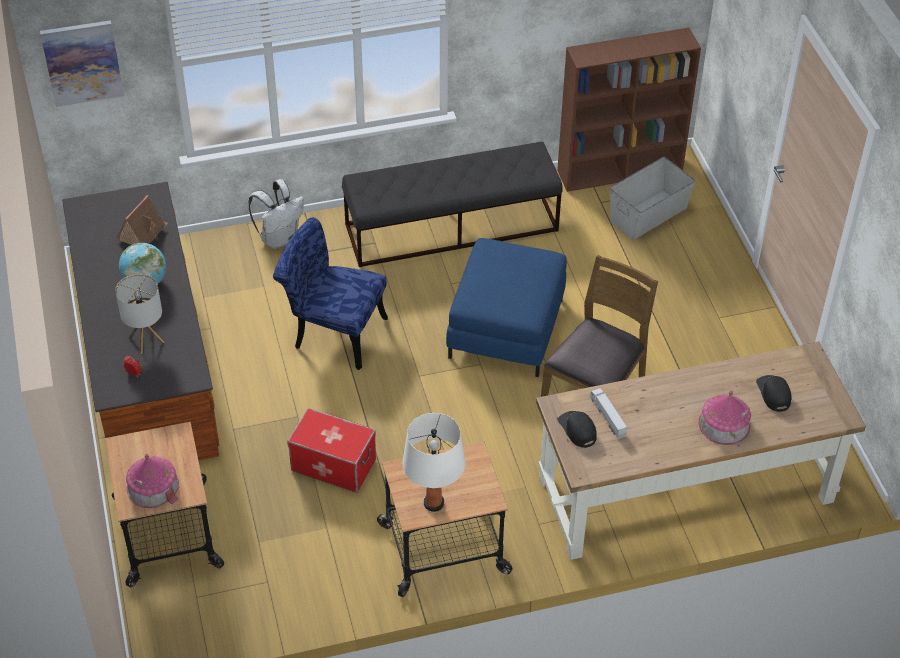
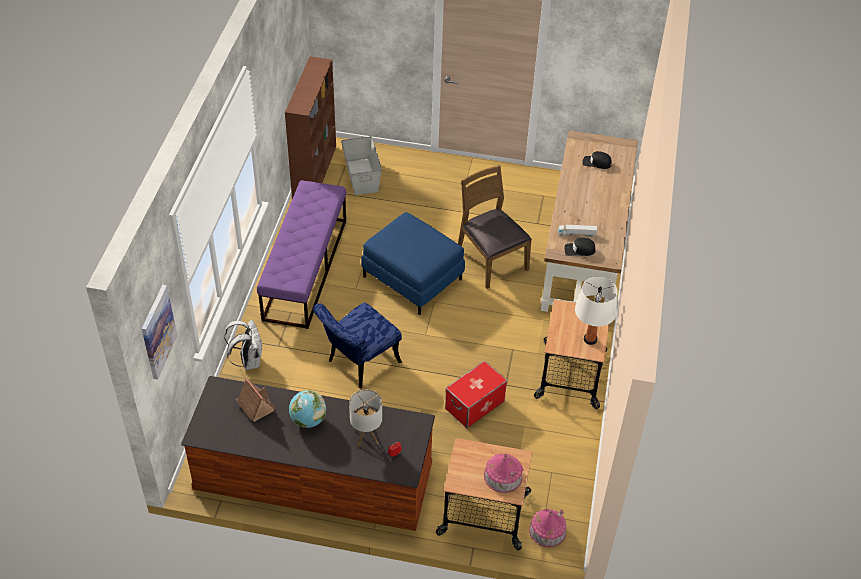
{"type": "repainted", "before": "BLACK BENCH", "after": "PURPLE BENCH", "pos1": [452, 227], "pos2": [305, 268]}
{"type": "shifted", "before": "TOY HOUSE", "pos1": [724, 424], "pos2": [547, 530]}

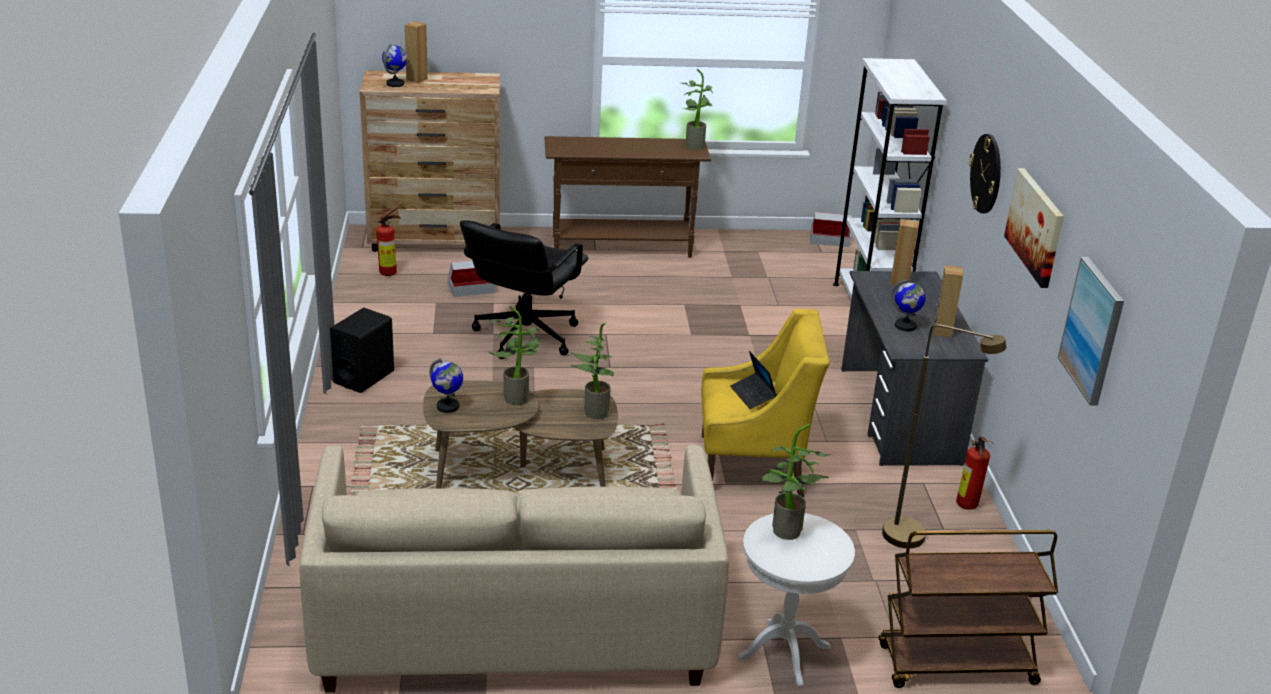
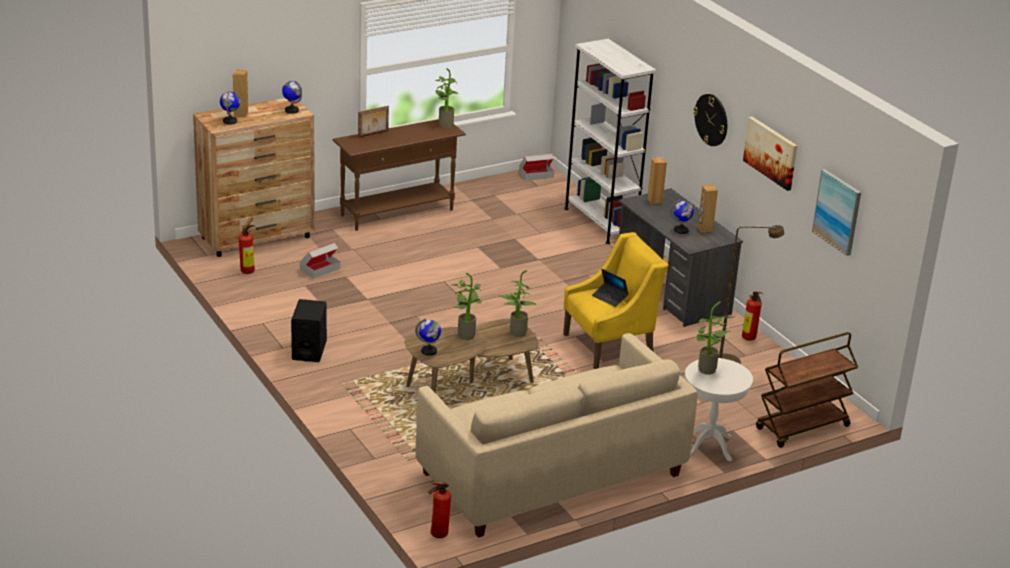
{"type": "gone", "before": "BLACK OFFICE CHAIR", "pos1": [524, 336]}
{"type": "new", "after": "GLOBE", "pos2": [292, 110]}
{"type": "new", "after": "PICTURE FRAME", "pos2": [373, 134]}
{"type": "new", "after": "FIRE EXTINGUISHER", "pos2": [437, 535]}

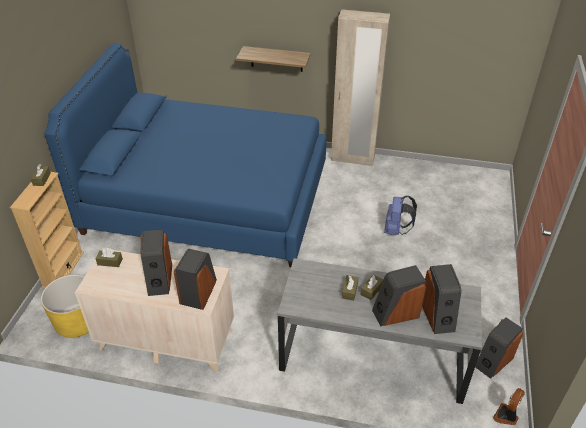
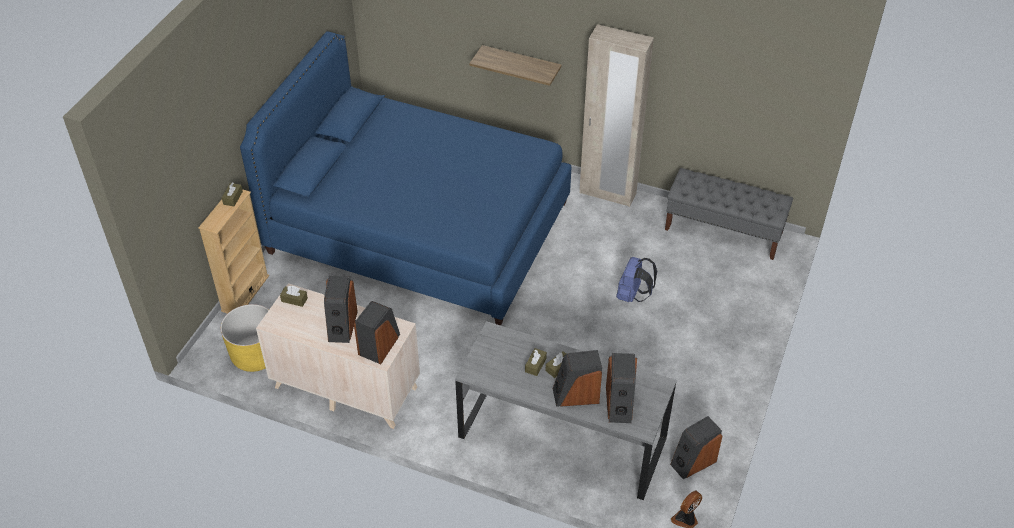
{"type": "new", "after": "GREY BENCH", "pos2": [724, 231]}

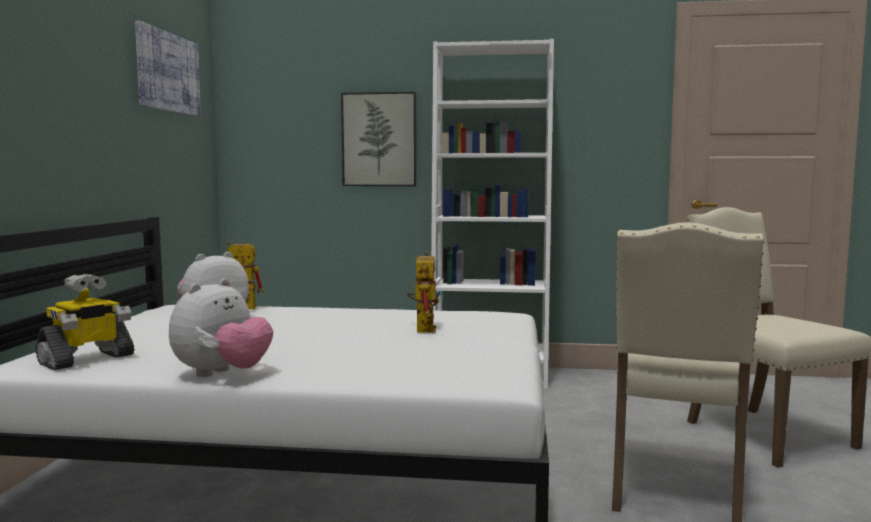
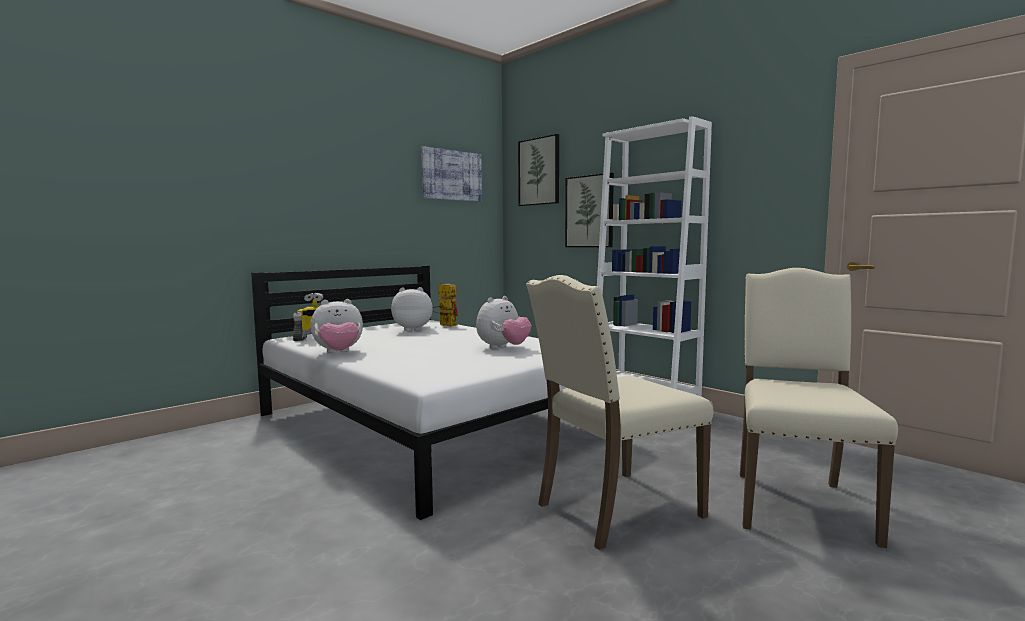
{"type": "swapped", "before": "TOY ROBOT", "after": "PLUSH TOY", "pos1": [423, 328], "pos2": [503, 348]}
{"type": "new", "after": "PICTURE", "pos2": [539, 171]}

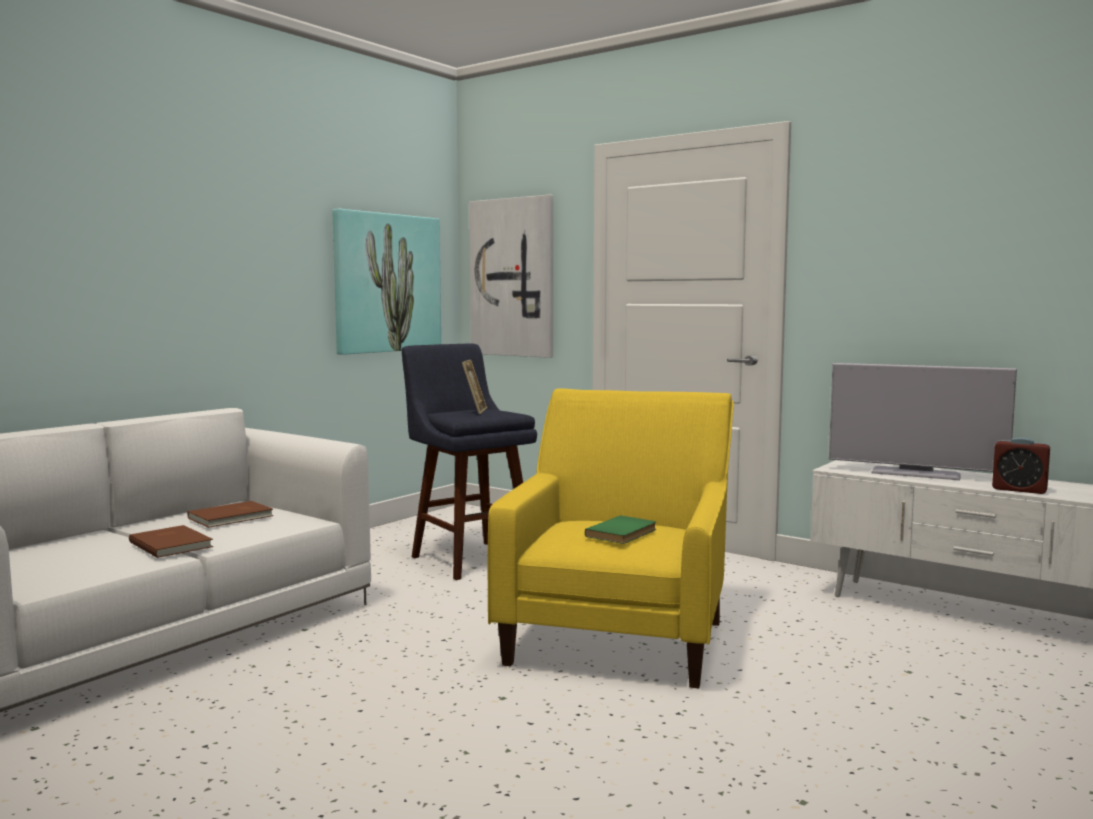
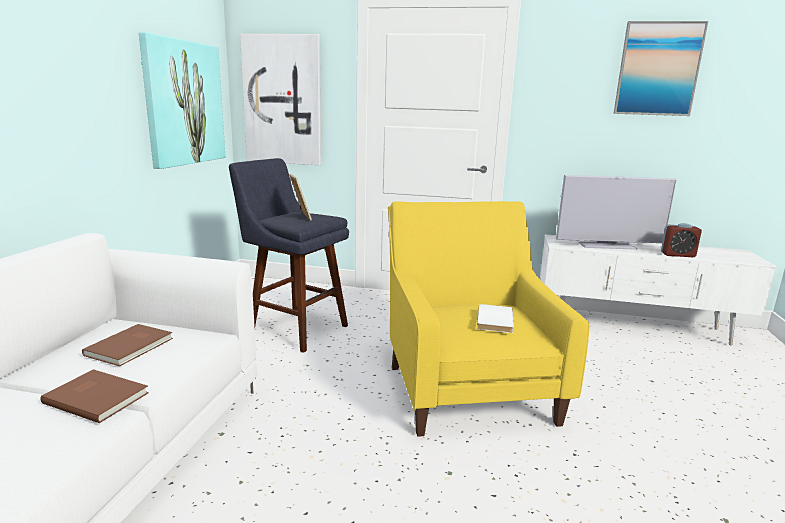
{"type": "repainted", "before": "GREEN BOOK", "after": "WHITE BOOK", "pos1": [623, 533], "pos2": [496, 321]}
{"type": "new", "after": "PICTURE", "pos2": [658, 69]}

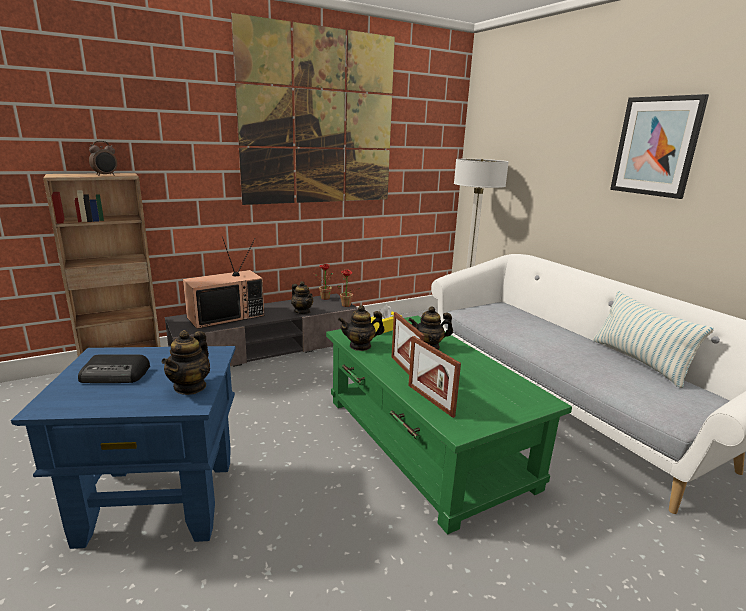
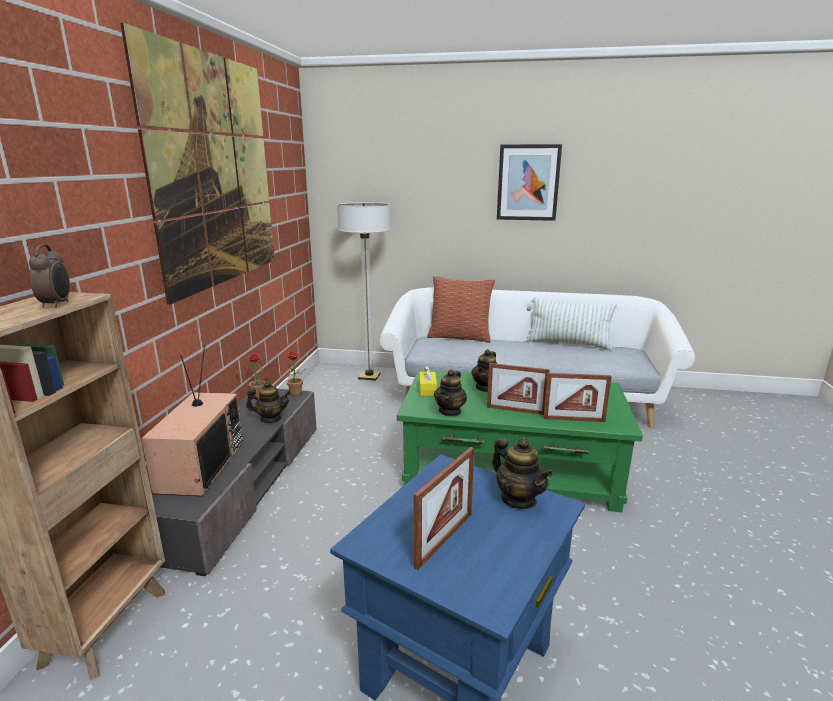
{"type": "swapped", "before": "RADIO", "after": "PICTURE FRAME", "pos1": [116, 375], "pos2": [444, 539]}
{"type": "new", "after": "PILLOW", "pos2": [460, 337]}

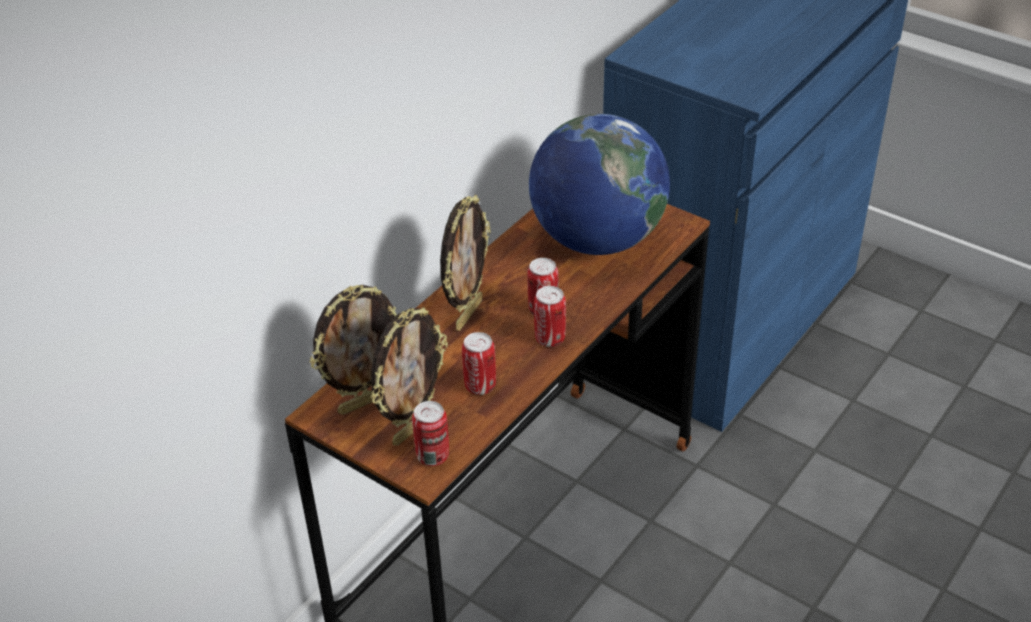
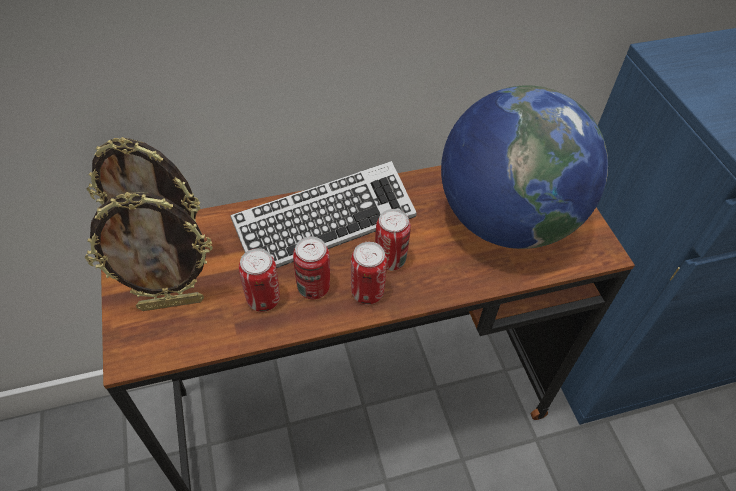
{"type": "swapped", "before": "PICTURE FRAME", "after": "KEYBOARD", "pos1": [467, 314], "pos2": [325, 223]}
{"type": "shifted", "before": "CAN", "pos1": [433, 456], "pos2": [313, 288]}

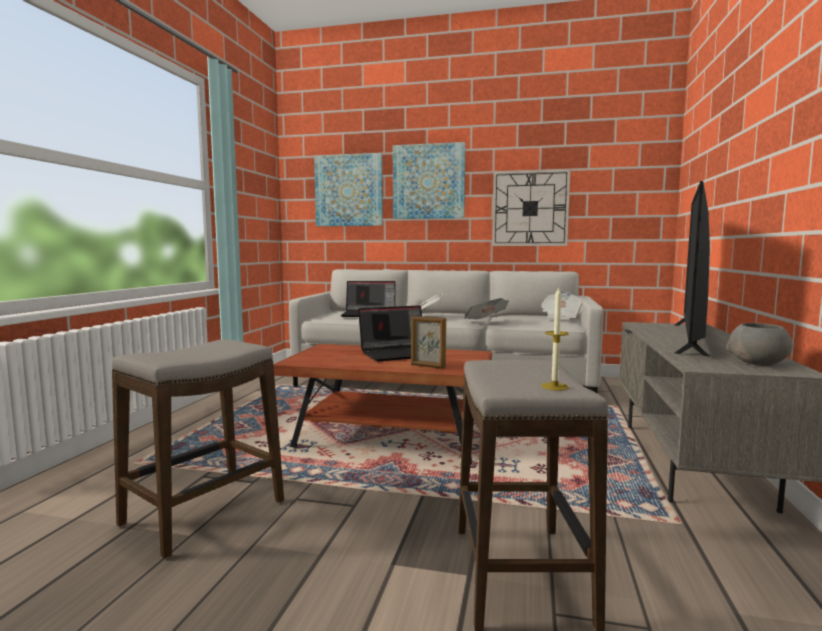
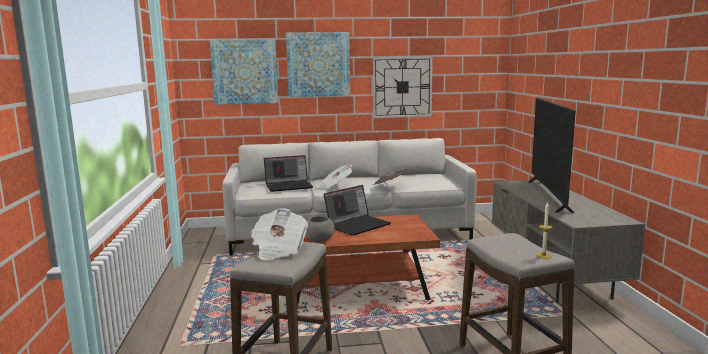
{"type": "shifted", "before": "NEWSPAPER", "pos1": [561, 318], "pos2": [278, 249]}
{"type": "gone", "before": "PICTURE FRAME", "pos1": [427, 366]}
{"type": "shifted", "before": "GREY BOWL", "pos1": [758, 363], "pos2": [319, 240]}

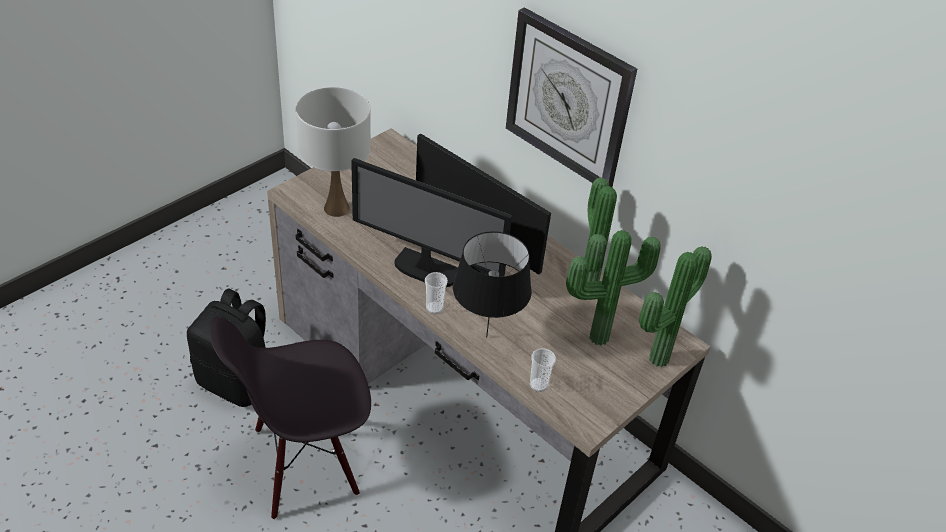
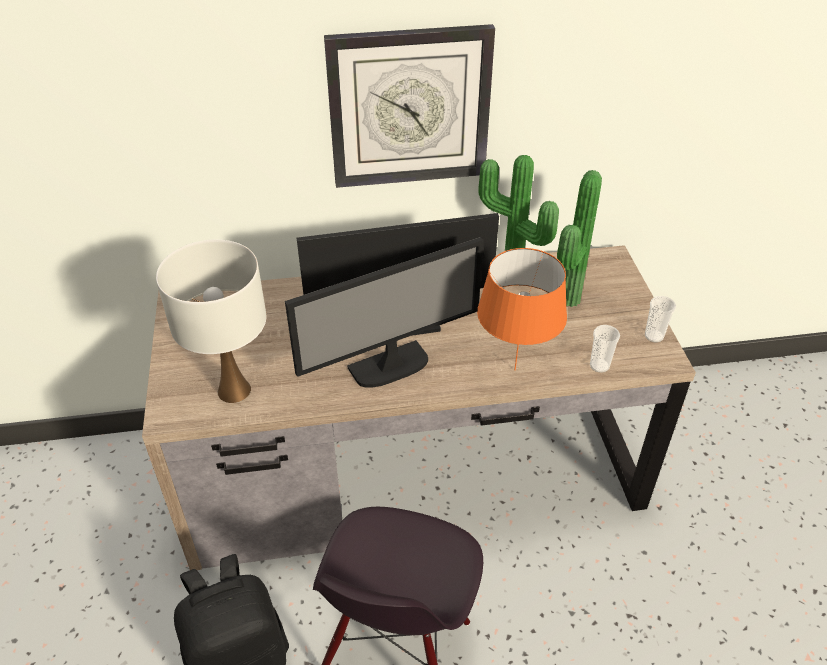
{"type": "repainted", "before": "BLACK TABLE LAMP", "after": "ORANGE TABLE LAMP", "pos1": [485, 336], "pos2": [514, 370]}
{"type": "gone", "before": "POTTED PLANT", "pos1": [655, 357]}
{"type": "shifted", "before": "CUP", "pos1": [434, 308], "pos2": [654, 336]}

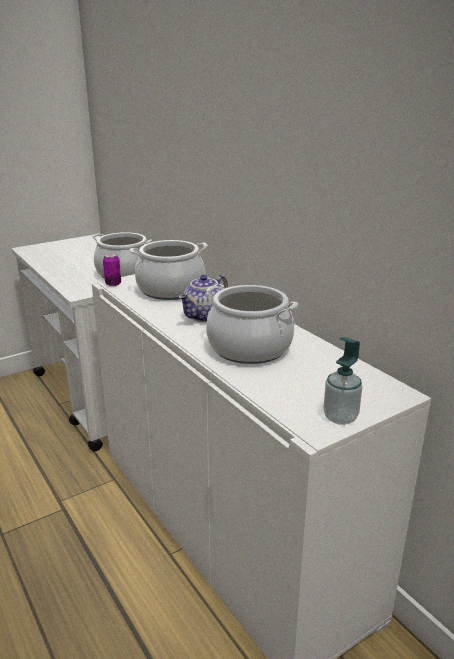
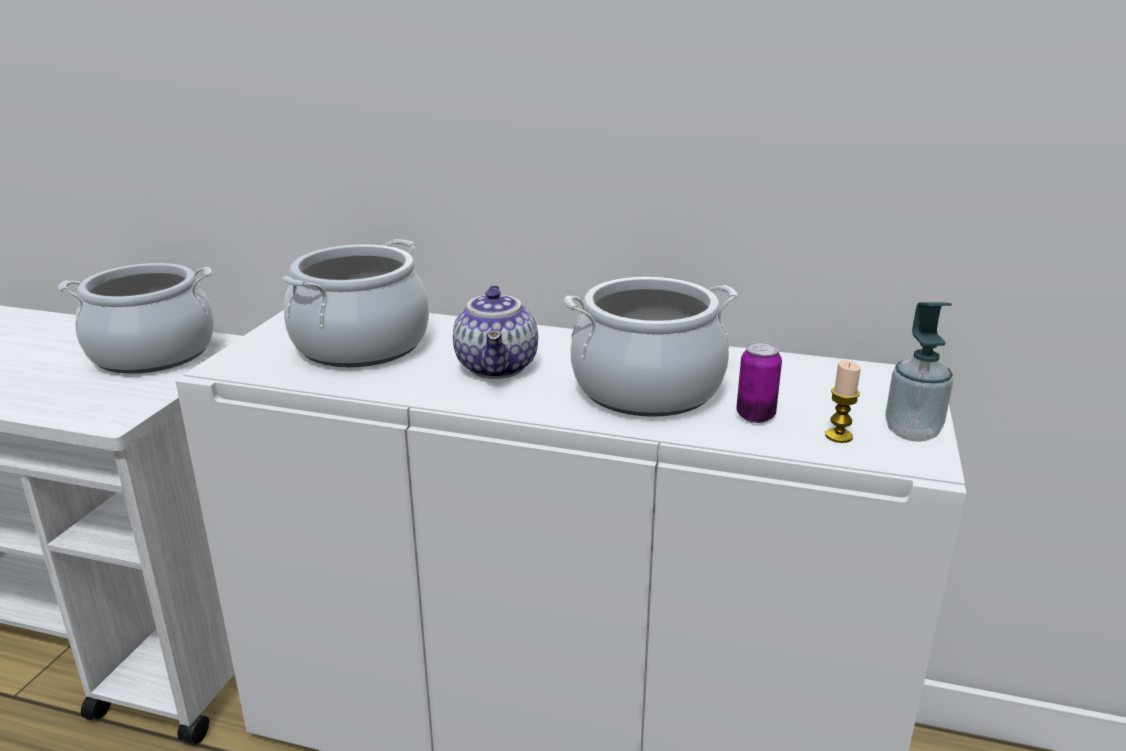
{"type": "shifted", "before": "CAN", "pos1": [113, 284], "pos2": [755, 416]}
{"type": "new", "after": "CANDLE", "pos2": [838, 436]}

